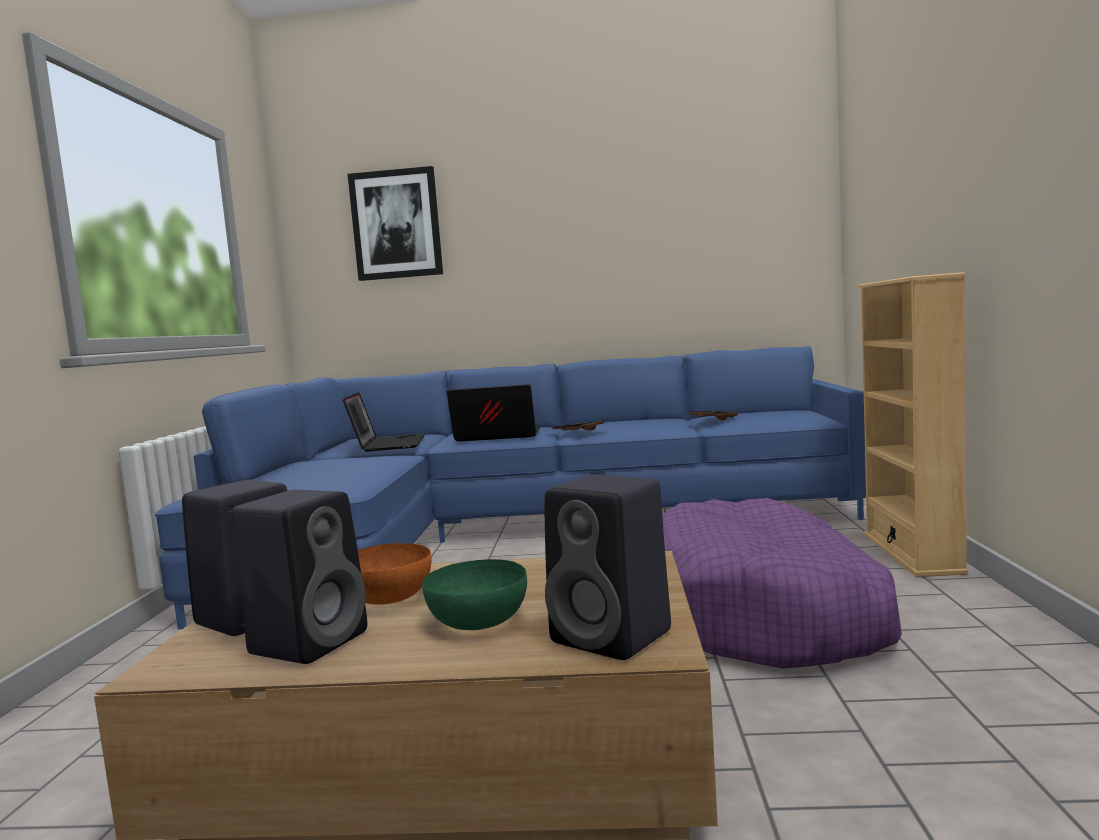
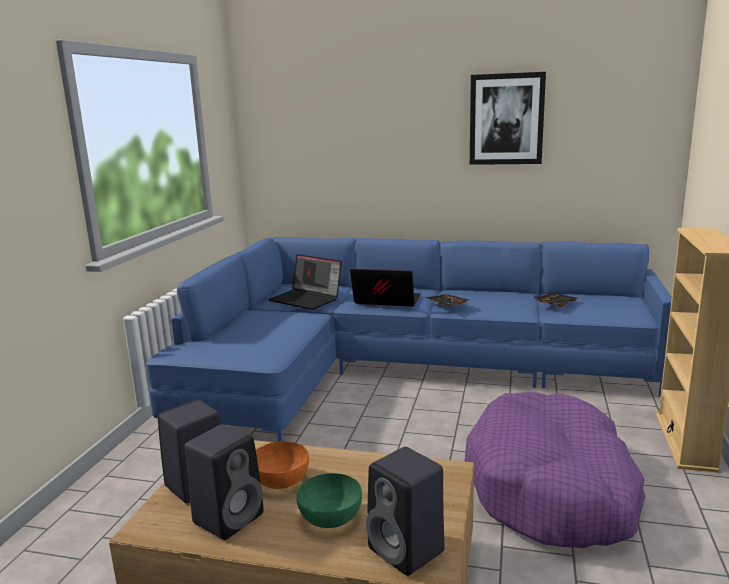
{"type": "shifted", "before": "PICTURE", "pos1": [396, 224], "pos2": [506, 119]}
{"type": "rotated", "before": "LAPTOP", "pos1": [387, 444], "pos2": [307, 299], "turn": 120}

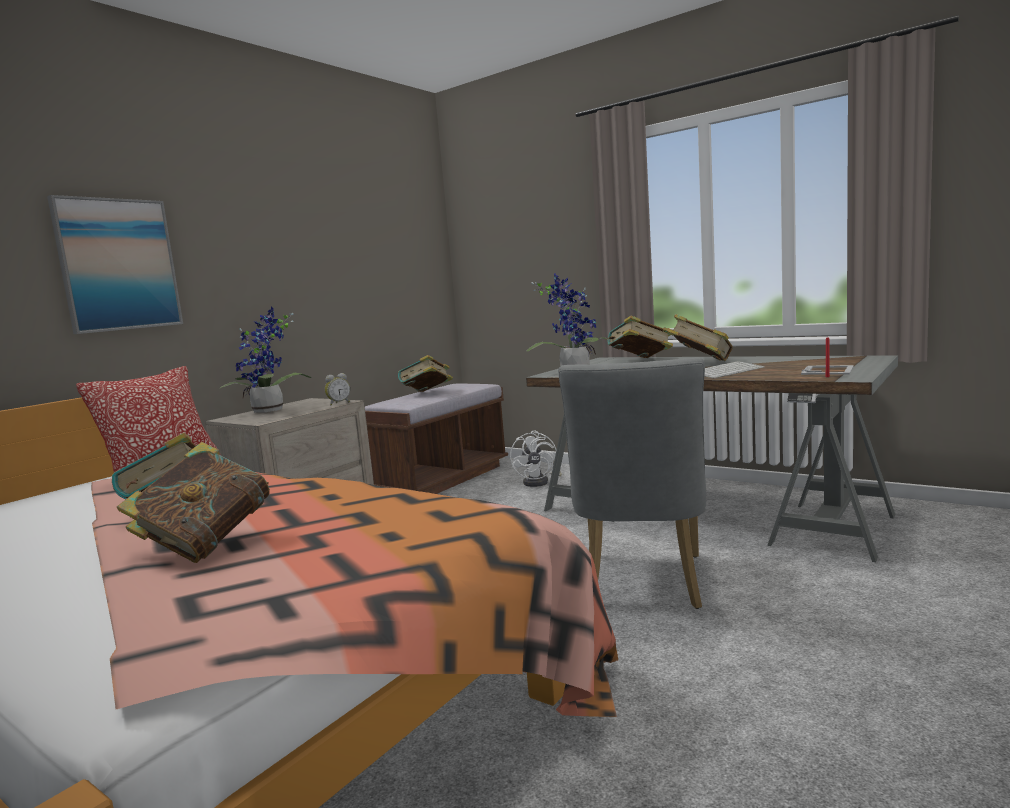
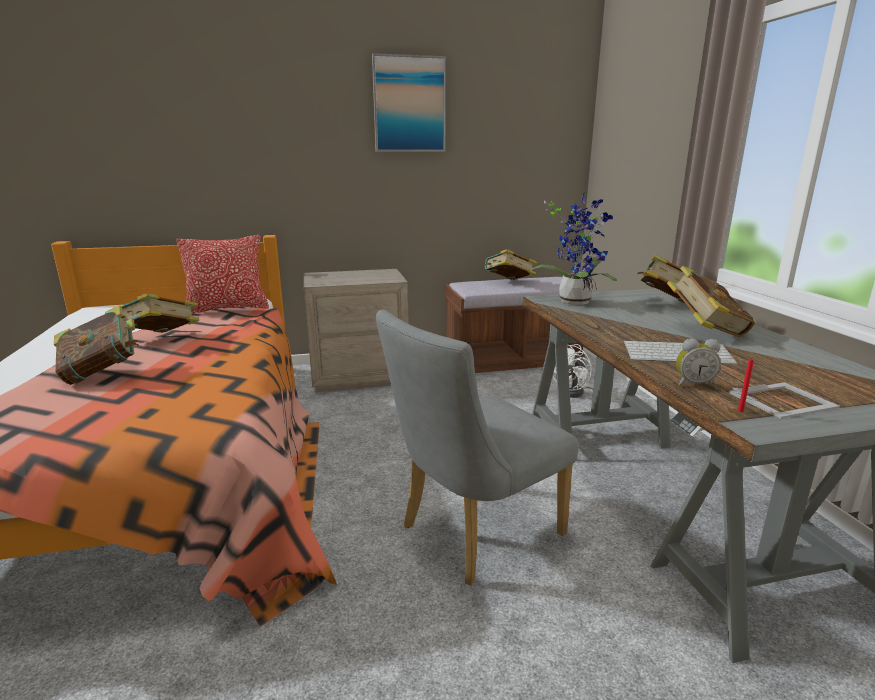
{"type": "shifted", "before": "PICTURE", "pos1": [118, 265], "pos2": [409, 105]}
{"type": "gone", "before": "POTTED PLANT", "pos1": [270, 411]}
{"type": "shifted", "before": "ALARM CLOCK", "pos1": [338, 403], "pos2": [693, 384]}

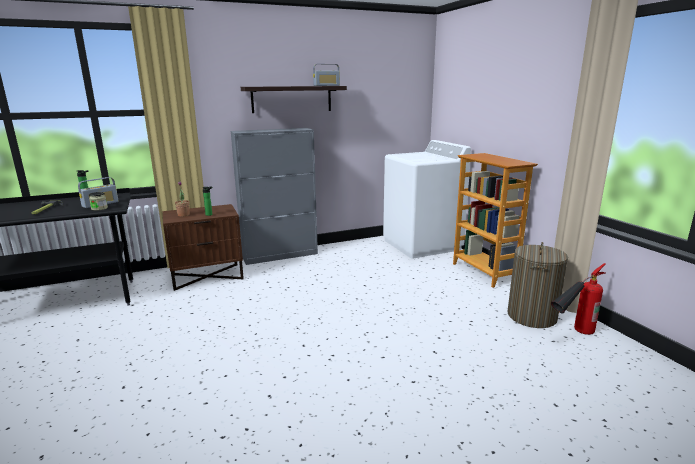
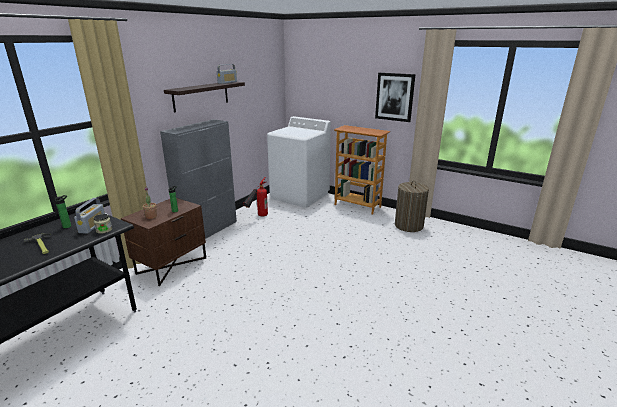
{"type": "shifted", "before": "FIRE EXTINGUISHER", "pos1": [572, 334], "pos2": [257, 218]}
{"type": "new", "after": "PICTURE", "pos2": [394, 97]}

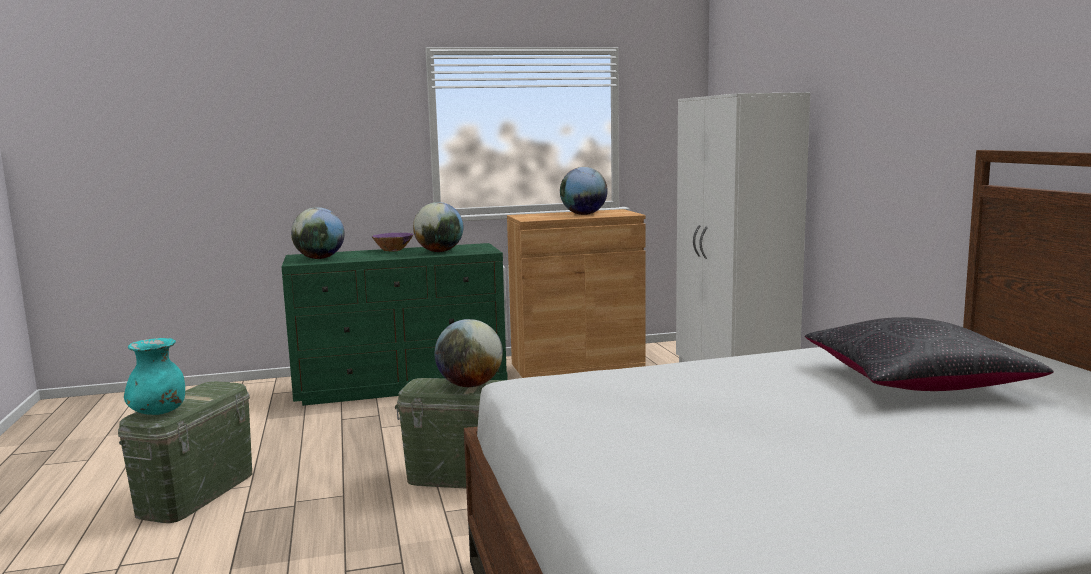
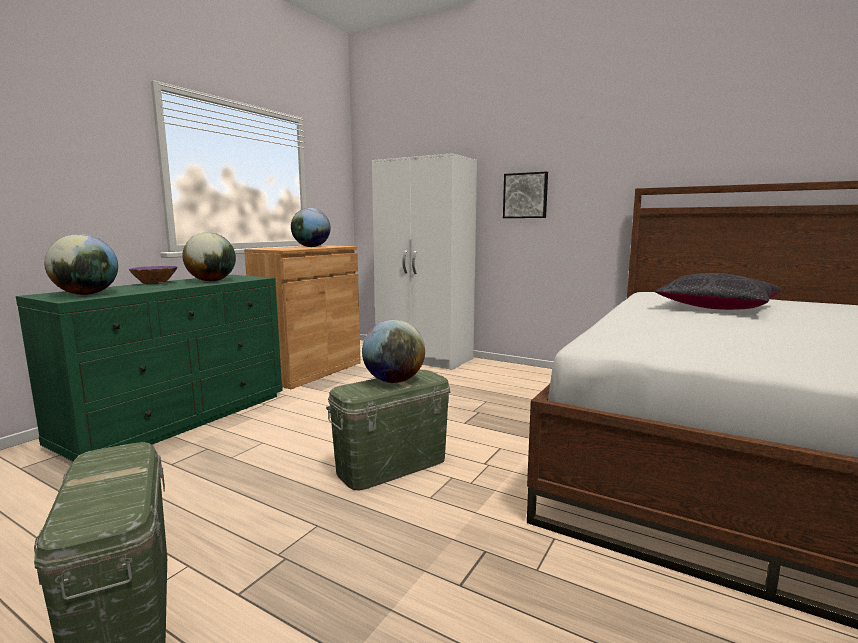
{"type": "gone", "before": "TURQUOISE VASE", "pos1": [159, 413]}
{"type": "new", "after": "PICTURE", "pos2": [525, 195]}

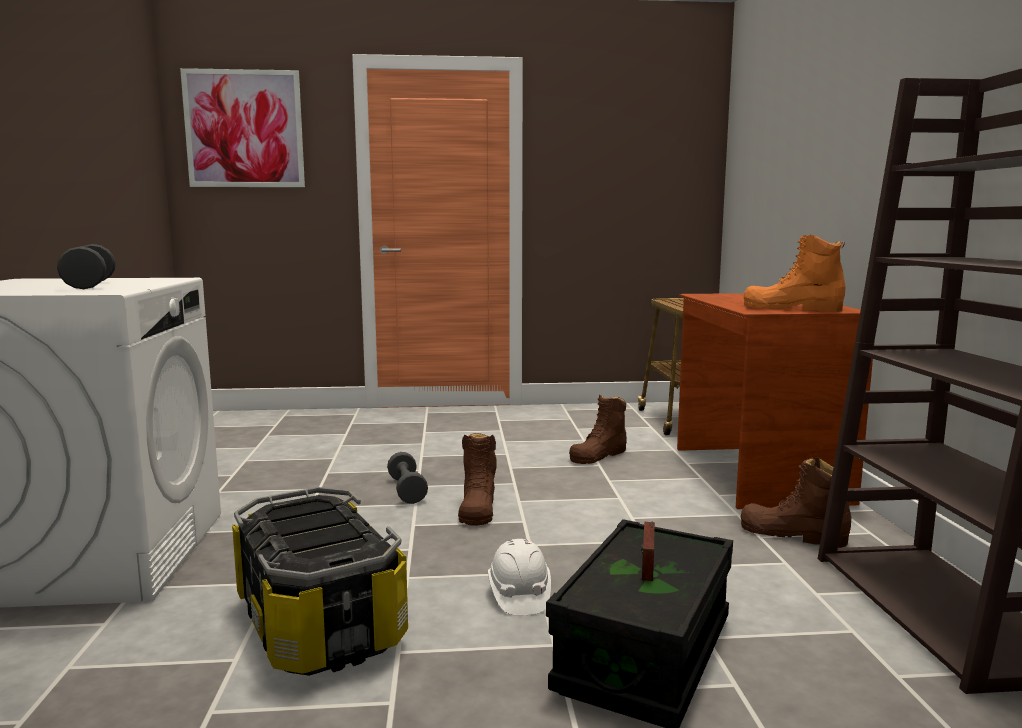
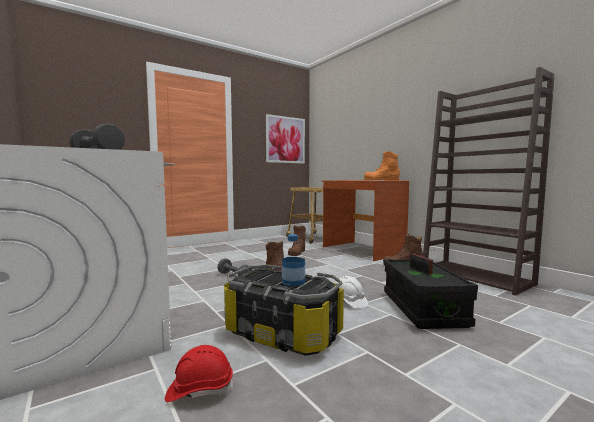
{"type": "shifted", "before": "PICTURE", "pos1": [244, 129], "pos2": [285, 140]}
{"type": "new", "after": "BOTTLE", "pos2": [293, 282]}
{"type": "new", "after": "RED HARD HAT", "pos2": [200, 390]}

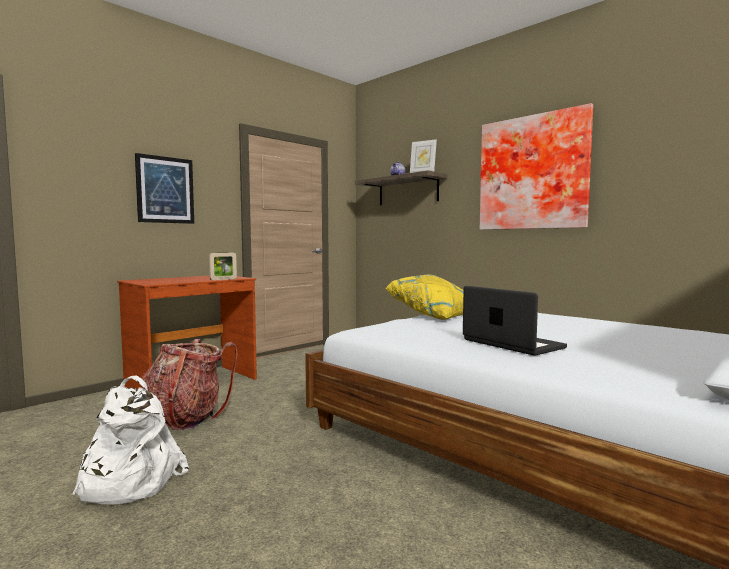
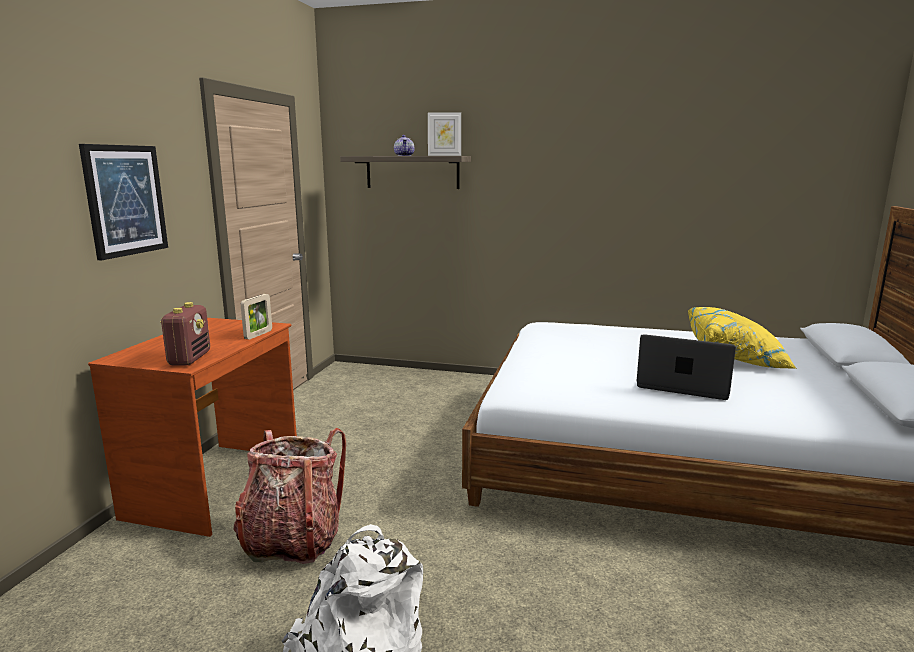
{"type": "gone", "before": "PICTURE", "pos1": [533, 173]}
{"type": "shifted", "before": "YELLOW PILLOW", "pos1": [435, 315], "pos2": [735, 358]}
{"type": "new", "after": "RADIO", "pos2": [189, 359]}

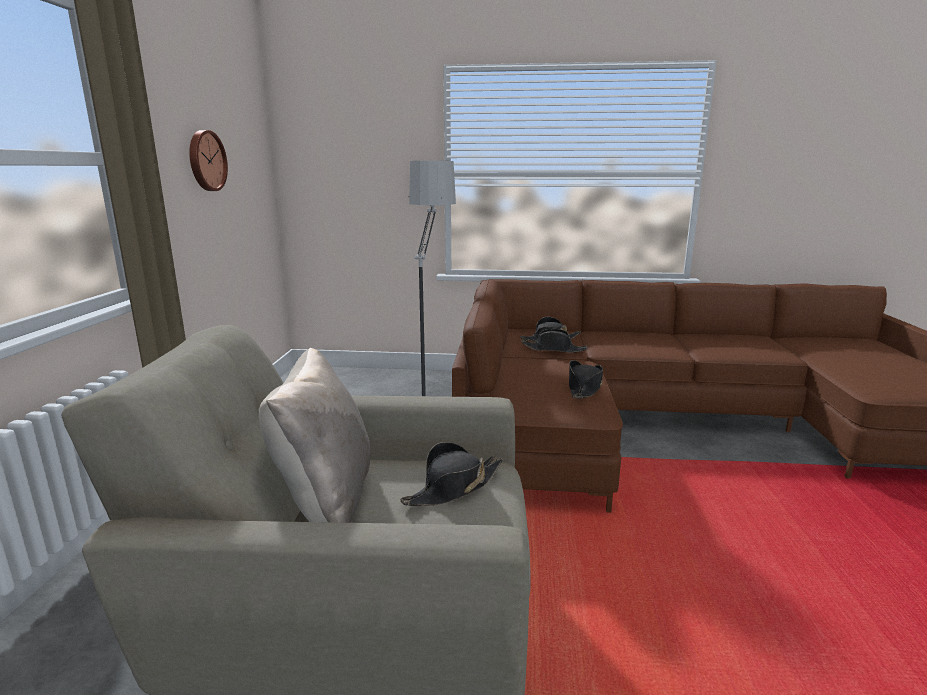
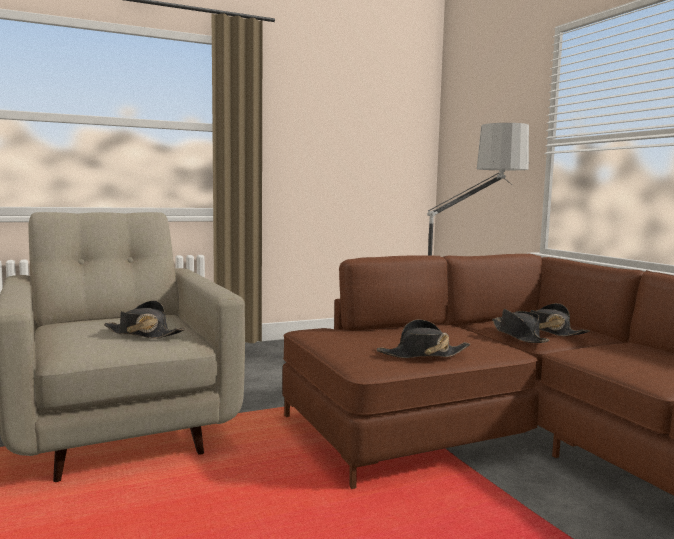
{"type": "gone", "before": "WALL CLOCK", "pos1": [206, 161]}
{"type": "gone", "before": "BEIGE PILLOW", "pos1": [325, 499]}

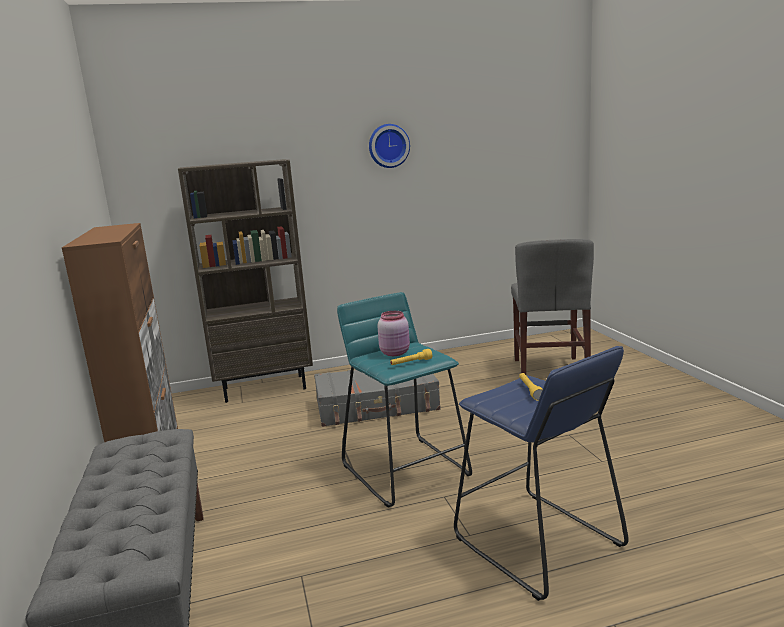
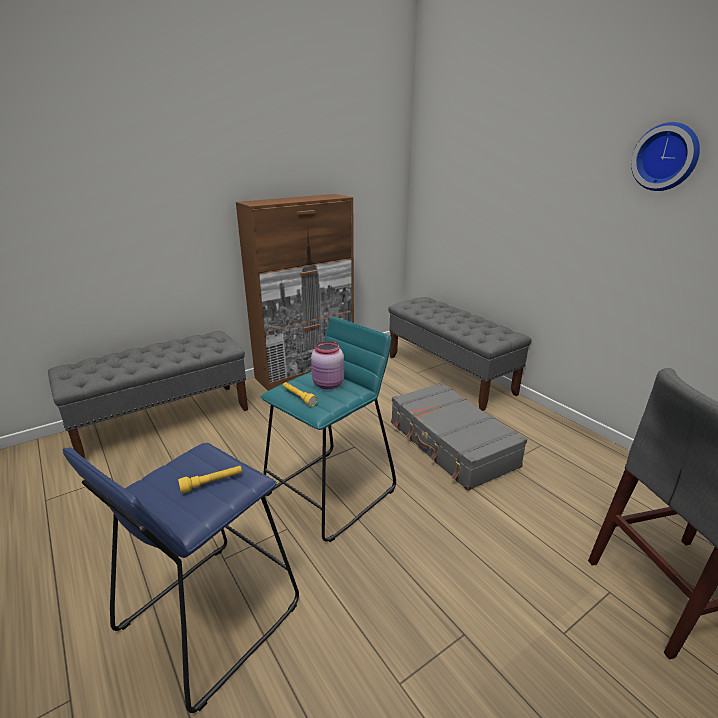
{"type": "swapped", "before": "BROWN BOOKCASE", "after": "GREY BENCH", "pos1": [265, 388], "pos2": [449, 374]}

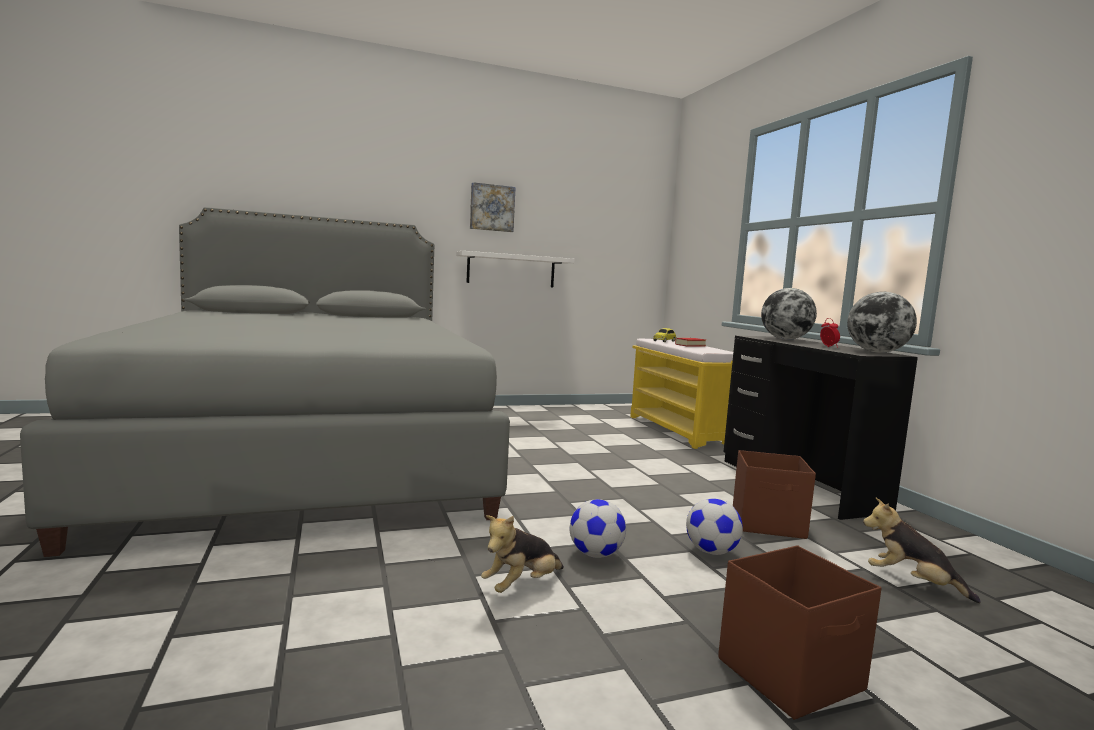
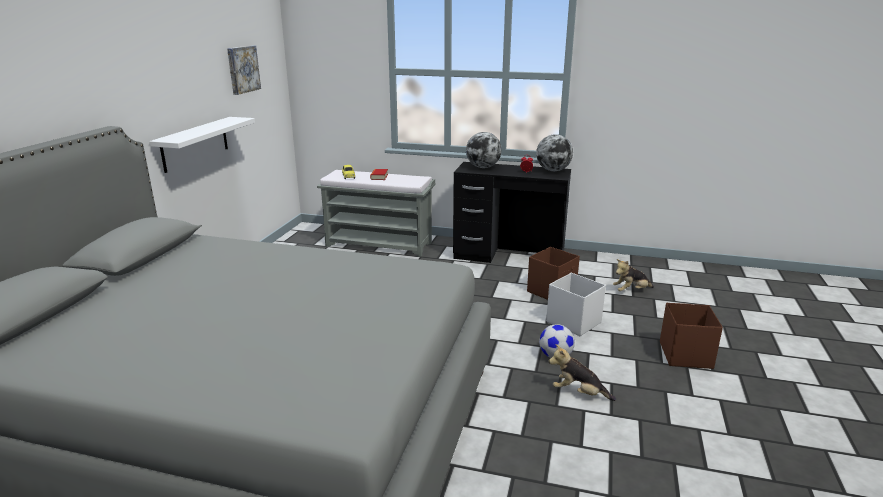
{"type": "shifted", "before": "PICTURE", "pos1": [492, 208], "pos2": [242, 69]}
{"type": "repainted", "before": "YELLOW BENCH", "after": "GREY BENCH", "pos1": [680, 431], "pos2": [380, 244]}
{"type": "swapped", "before": "FOOTBALL", "after": "WHITE STORAGE BOX", "pos1": [711, 551], "pos2": [573, 322]}
{"type": "rotated", "before": "PLUSH TOY", "pos1": [521, 586], "pos2": [578, 393], "turn": 120}

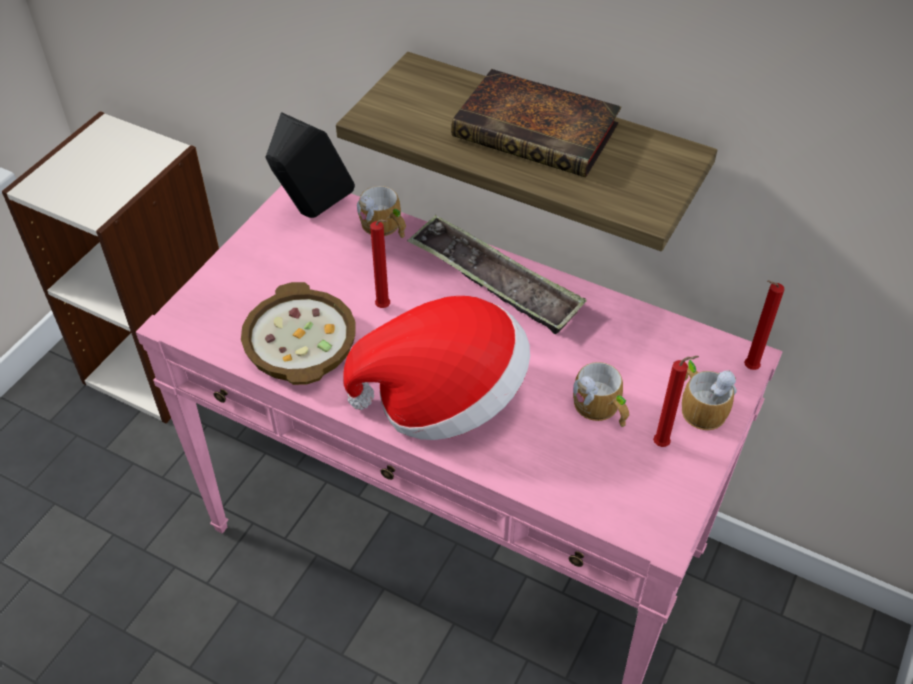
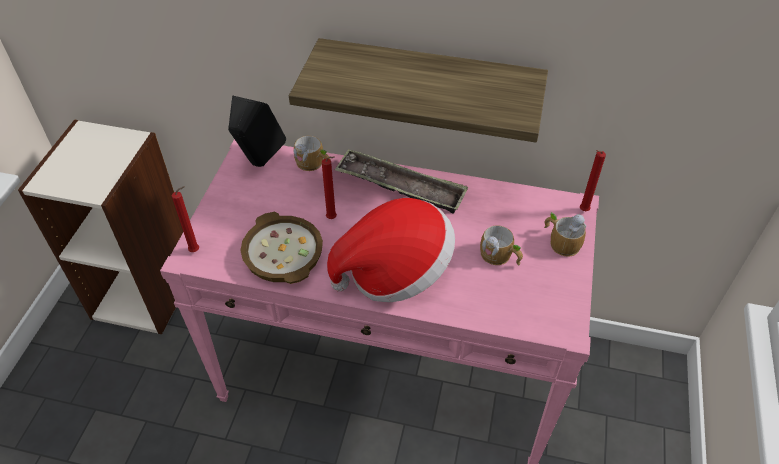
{"type": "gone", "before": "BOOK", "pos1": [540, 131]}
{"type": "shifted", "before": "RED CANDLE", "pos1": [663, 444], "pos2": [196, 250]}

